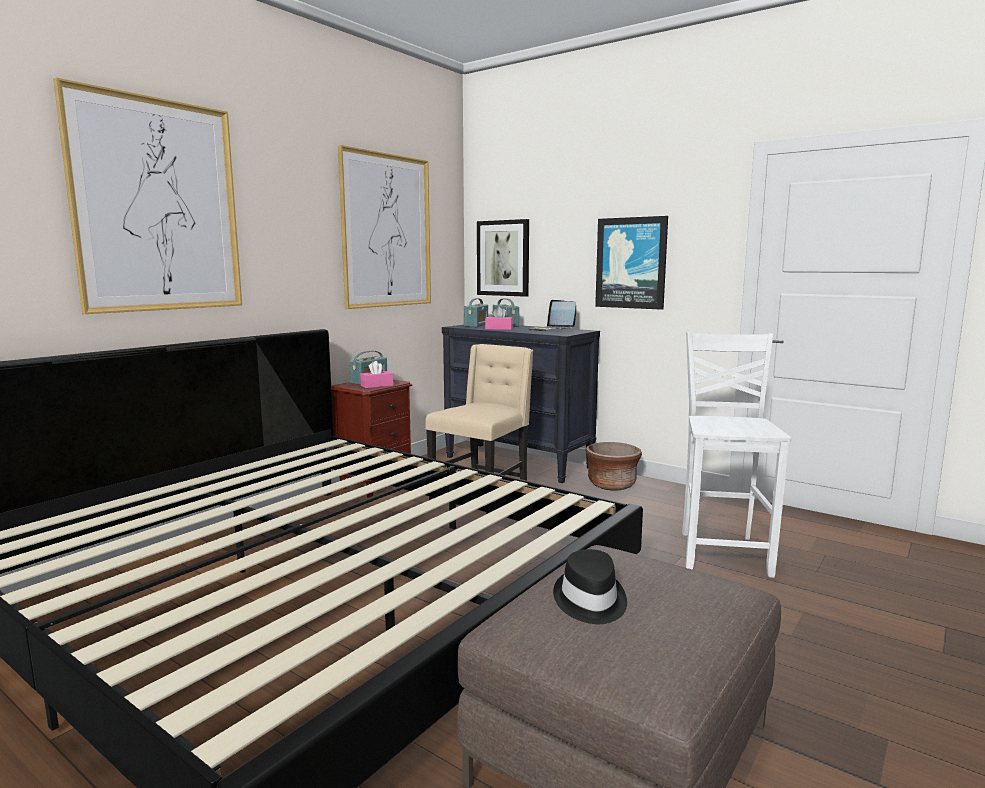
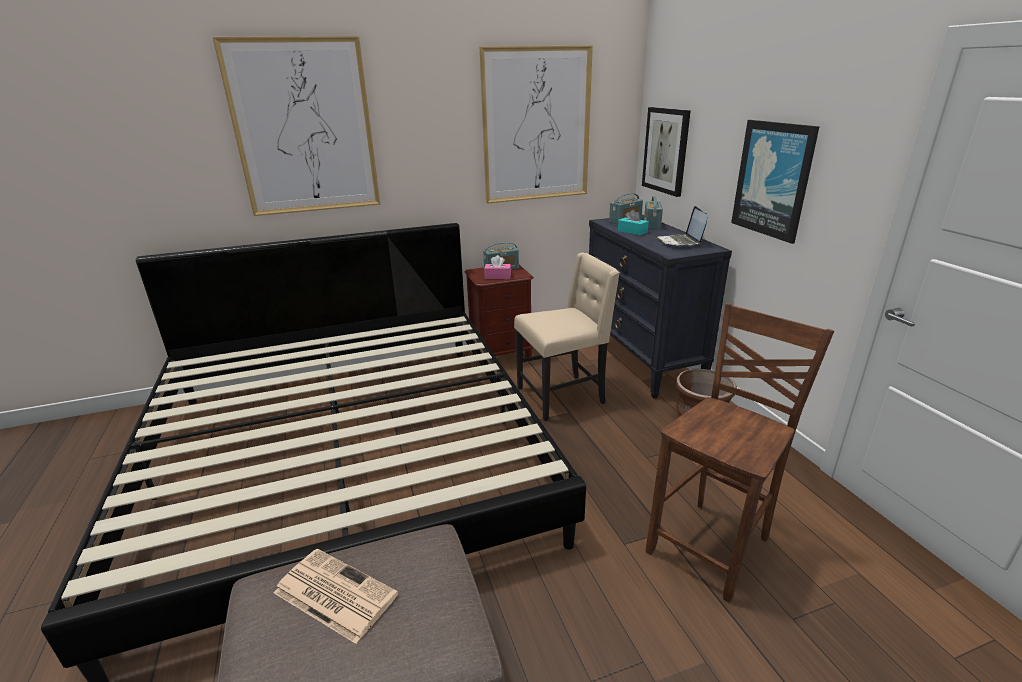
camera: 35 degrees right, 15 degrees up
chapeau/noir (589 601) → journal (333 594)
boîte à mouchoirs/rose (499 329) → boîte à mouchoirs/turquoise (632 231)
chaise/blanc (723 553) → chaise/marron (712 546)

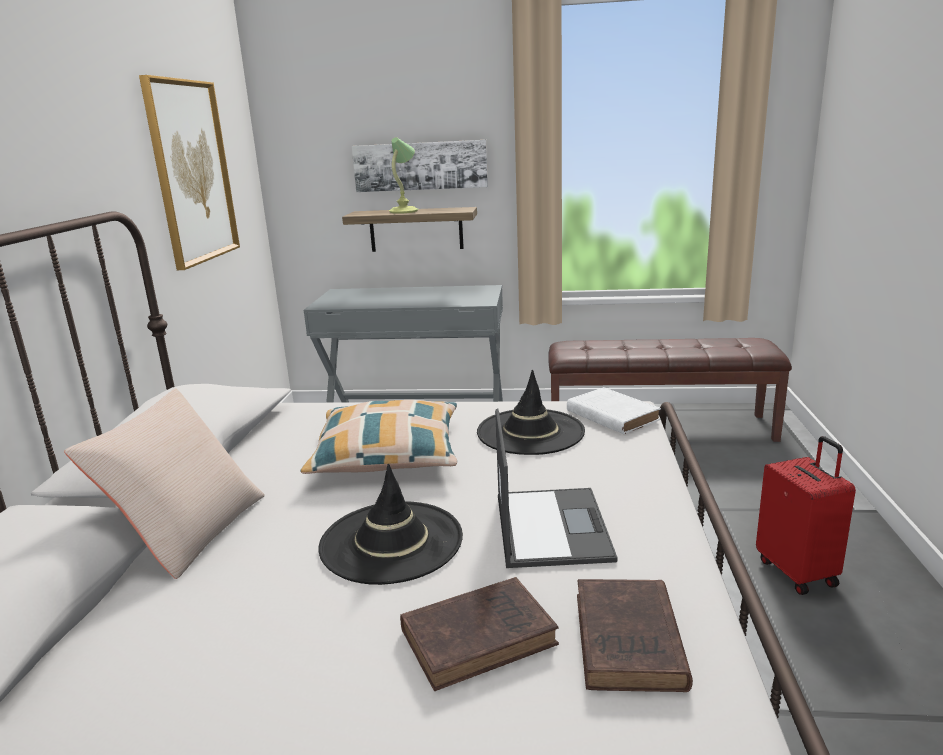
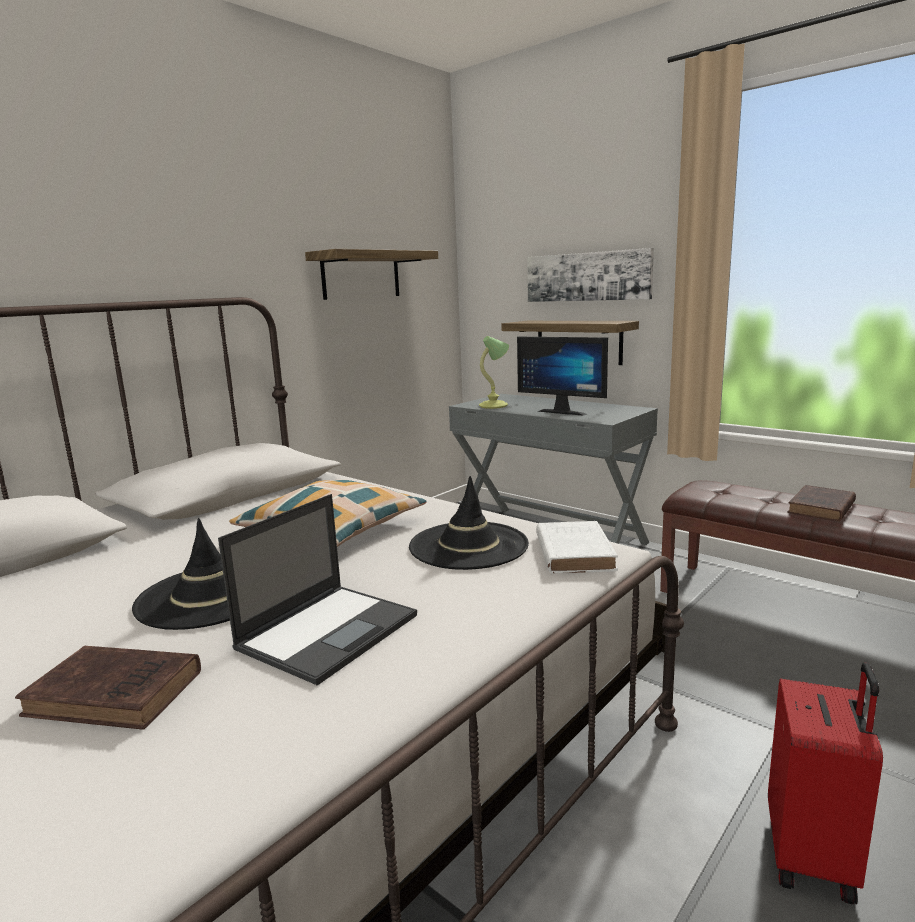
camera: 35 degrees right, 5 degrees down
tableau (192 172) → étagère (361 275)
lampe de table (404 211) → lampe de table (494 406), relocated
- → écran d'ordinateur (564 411)
livre/marron (629 643) → livre/marron (820 508), relocated
coussin/beige (187 529) → -

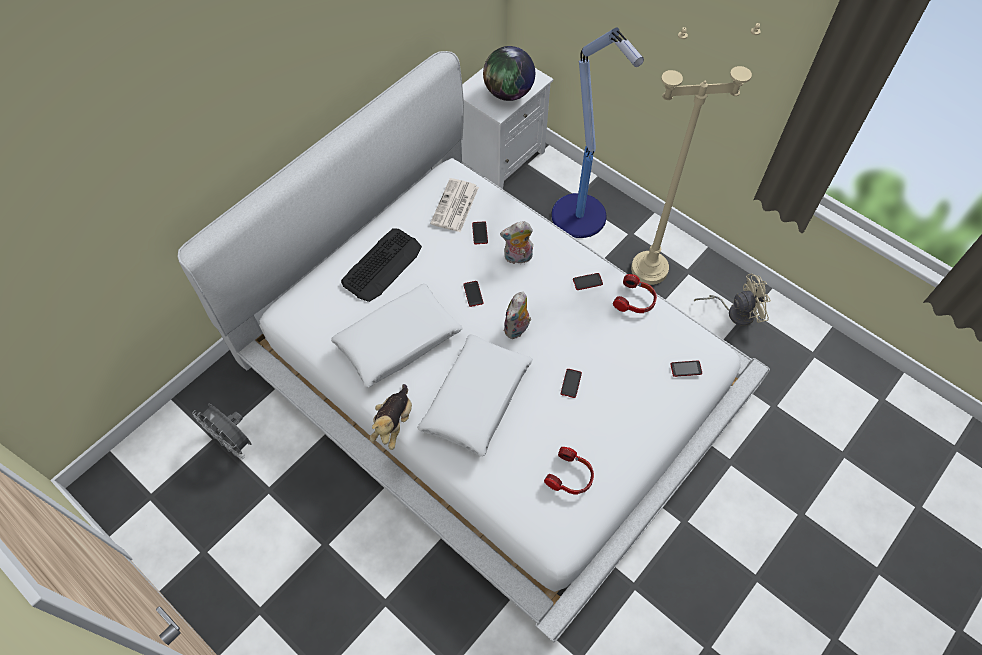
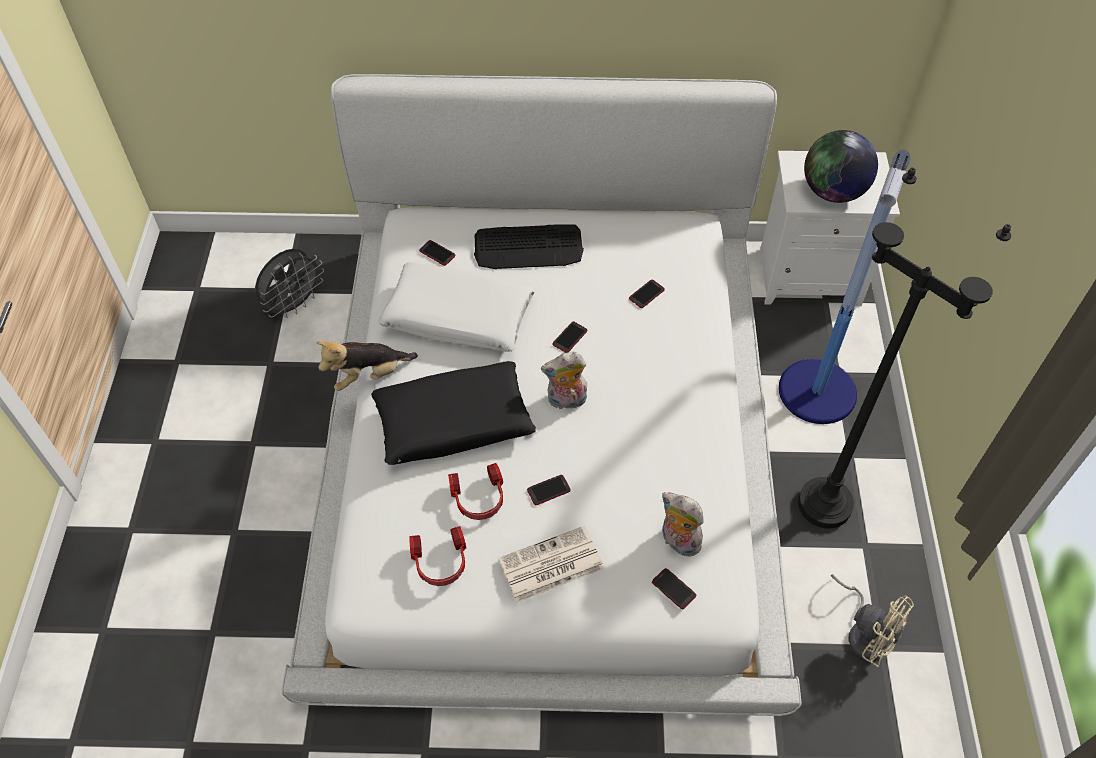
camera: 50 degrees right, 5 degrees down
ventilateur/gris (234 441) → ventilateur/gris (294 305), 135 degrees counterclockwise
coussin/blanc (476 399) → coussin/noir (453 422)
téléphone (587 282) → téléphone (437 253), relocated
casque audio (635 300) → casque audio (479 499), relocated
journal (455 206) → journal (550 565), relocated
peluche (517 258) → peluche (677 541), relocated
lampadaire/beige (649 269) → lampadaire/noir (824 504)

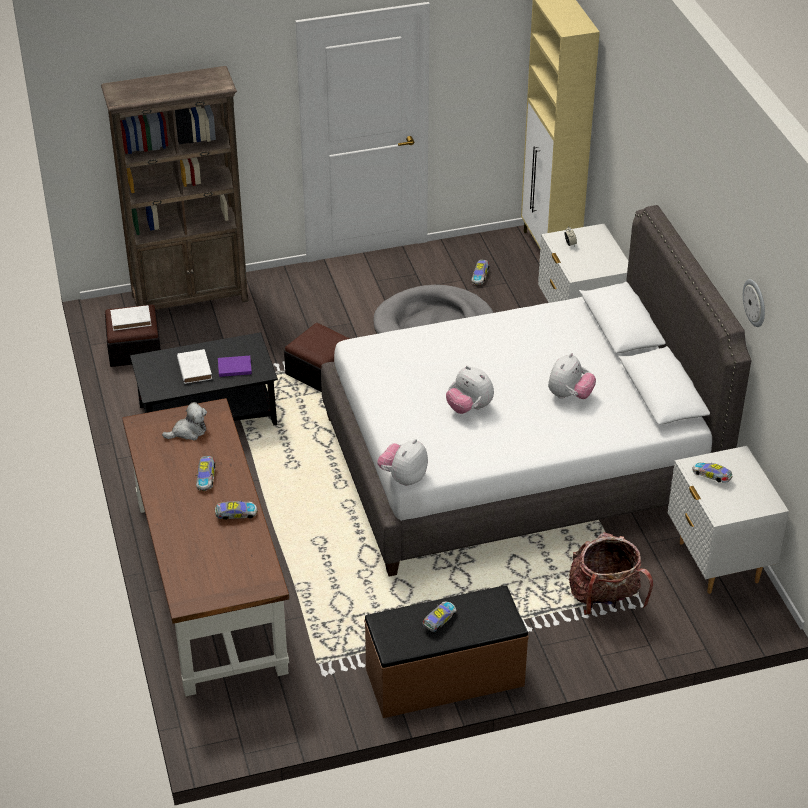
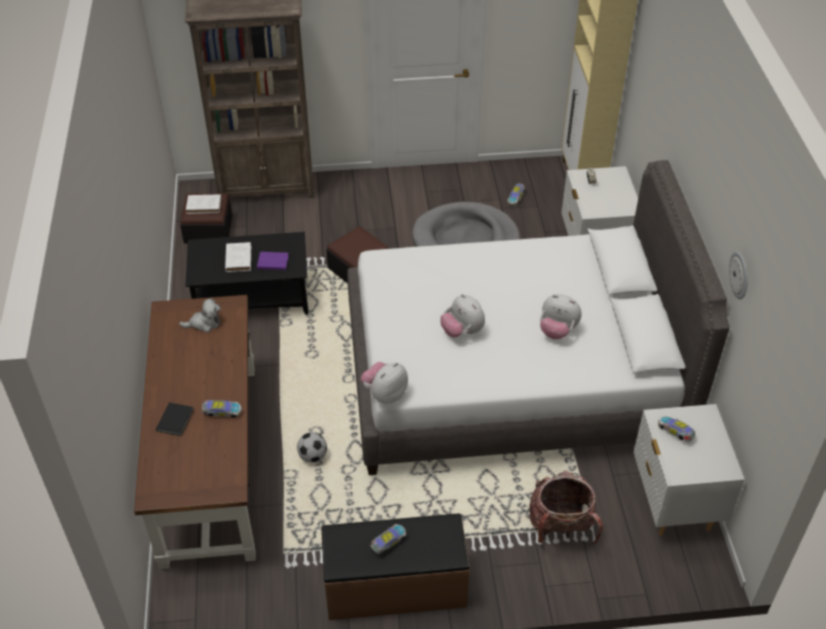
camera: 10 degrees right, 5 degrees up
- → livre/noir (176 419)
- → ballon de foot (313 456)
peluche (569 395) → peluche (557 330), 75 degrees clockwise
petite voiture (206 478) → -

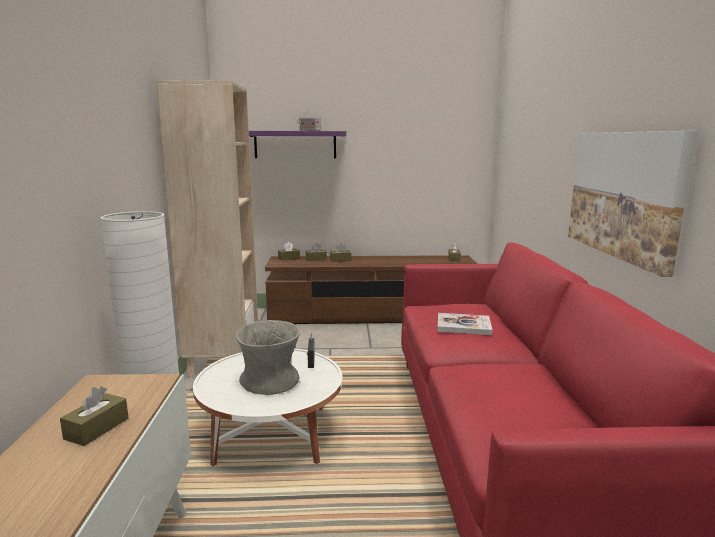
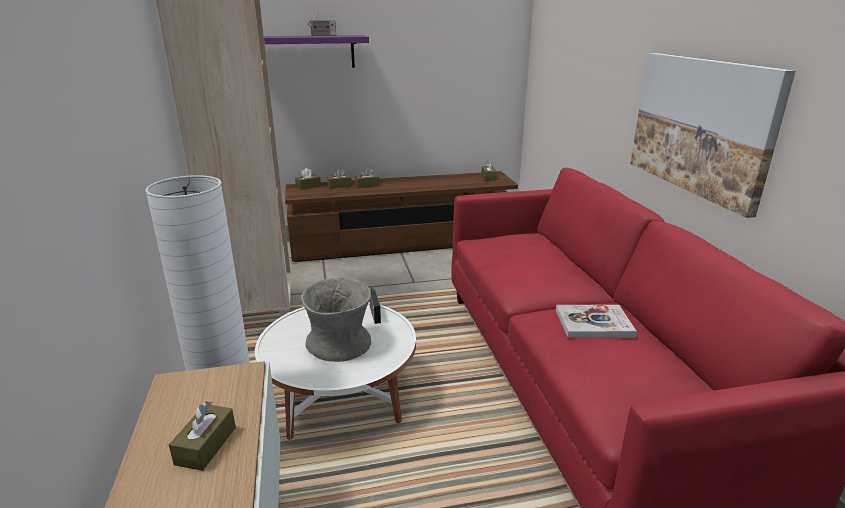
camera: 10 degrees left, 10 degrees up
livre (463 326) → livre (593 323), relocated

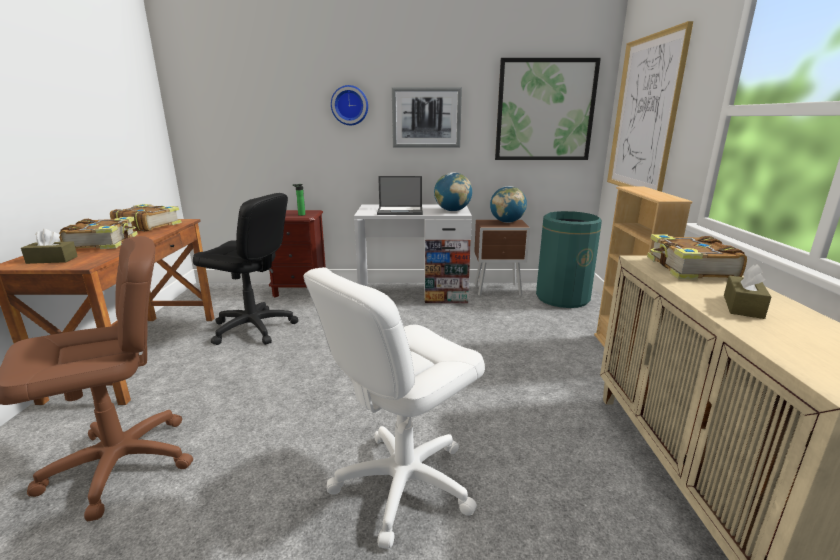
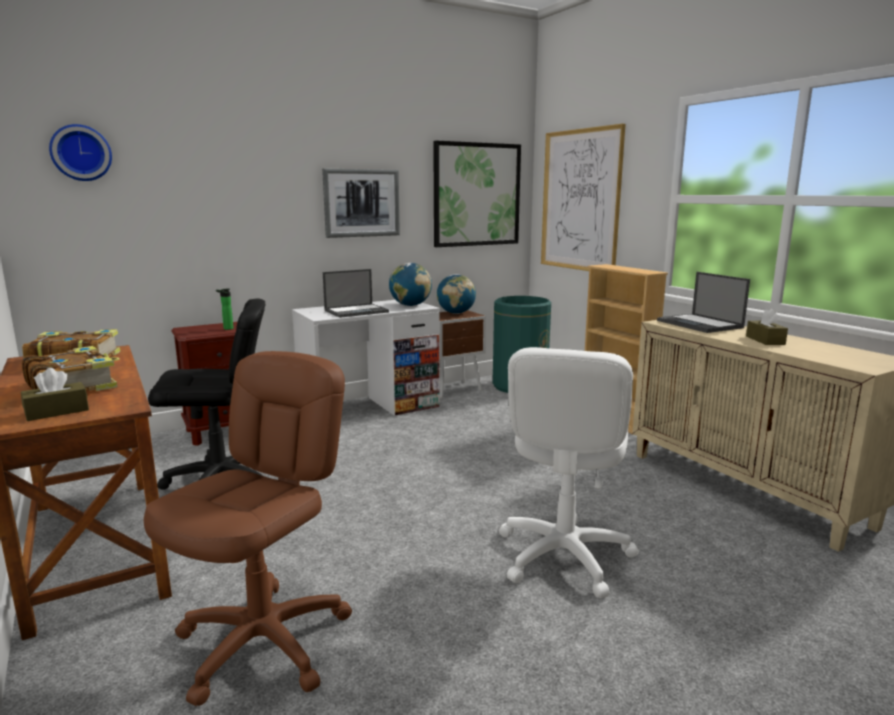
camera: 30 degrees left, 5 degrees down
horloge murale (350 105) → horloge murale (81 153), relocated
livre (689 269) → ordinateur portable (700 324)

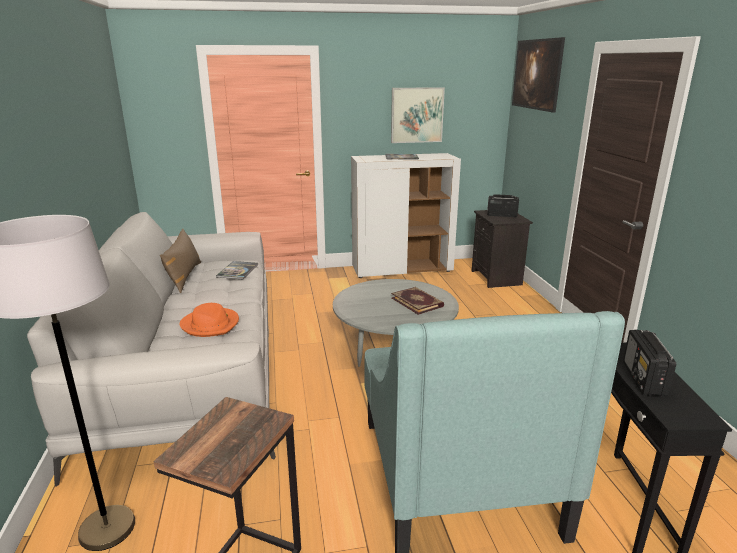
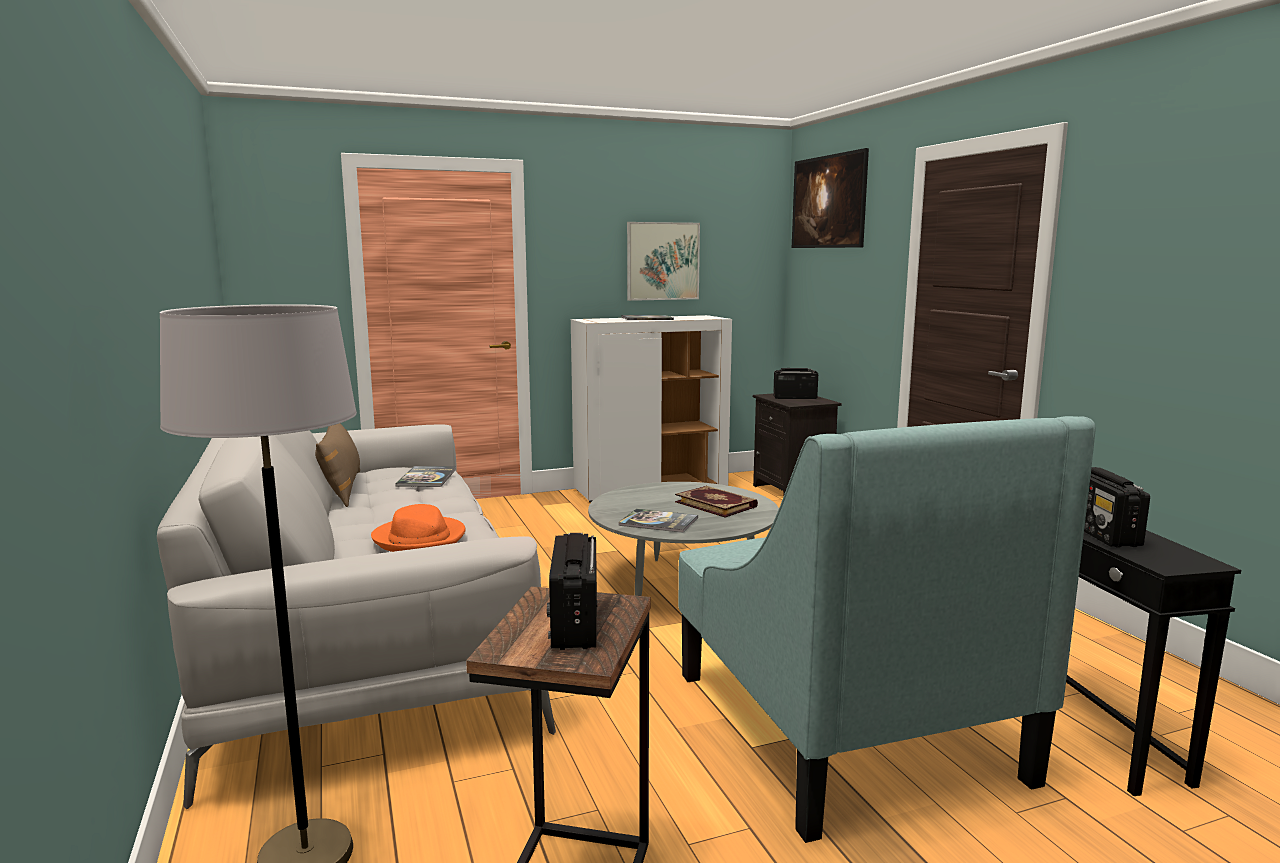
camera: 10 degrees left, 10 degrees down
- → radio (575 624)
- → livre (658 522)

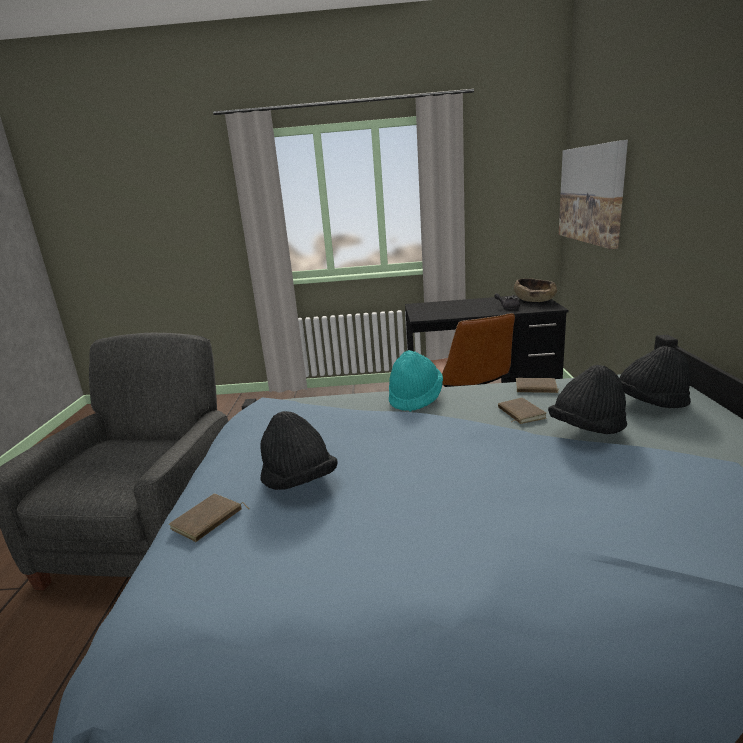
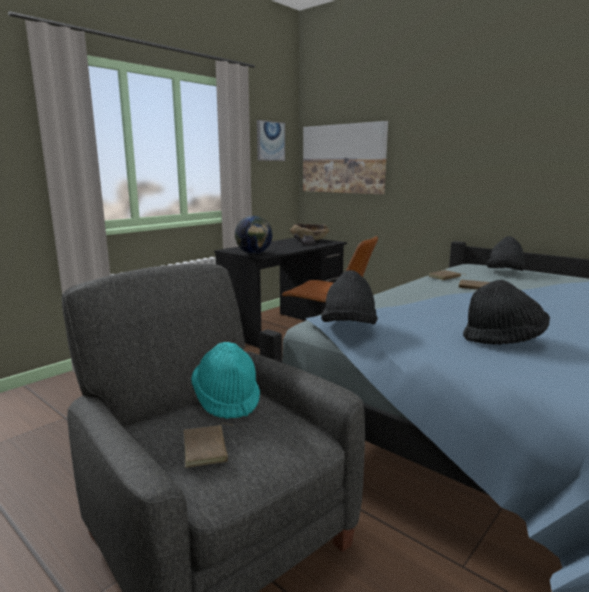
camera: 50 degrees left, 5 degrees down
livre/marron (208 521) → livre/marron (207 448), relocated
chapeau/turquoise (415 398) → chapeau/turquoise (227 400), relocated
- → globe (254 253)
- → tableau (270 141)
chapeau/noir (587 429) → chapeau/noir (348 328), relocated

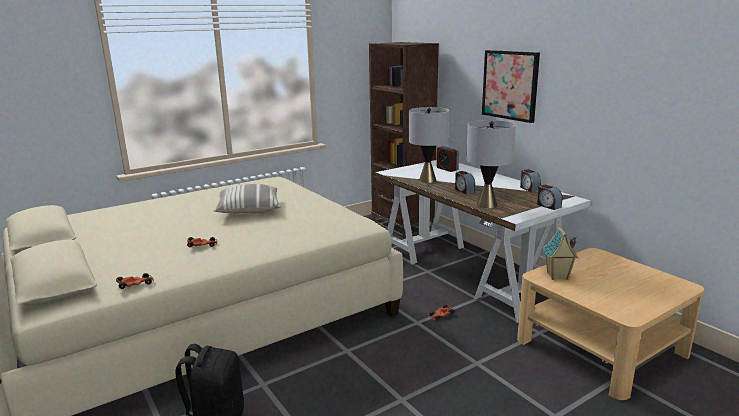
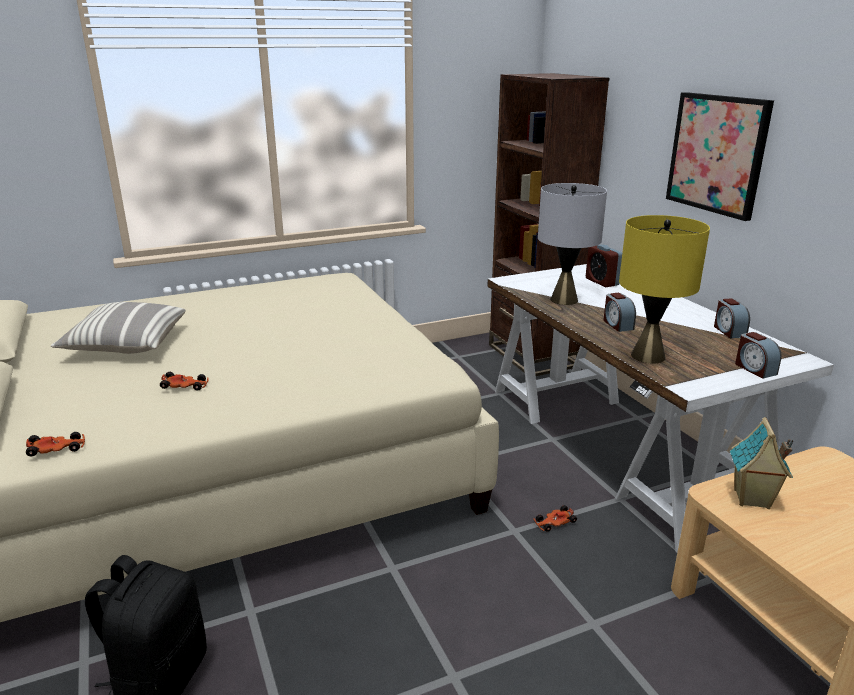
camera: 10 degrees right, 5 degrees up
coussin (248 210) → coussin (126 345), relocated
lampe de table/gris (487 204) → lampe de table/jaune (648 356)

